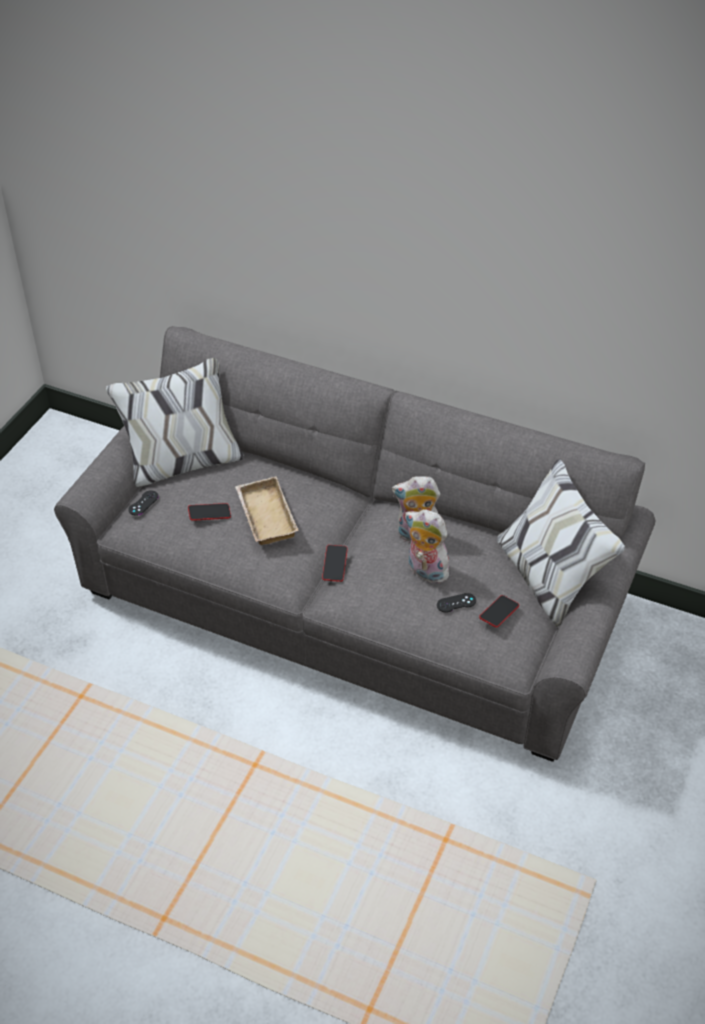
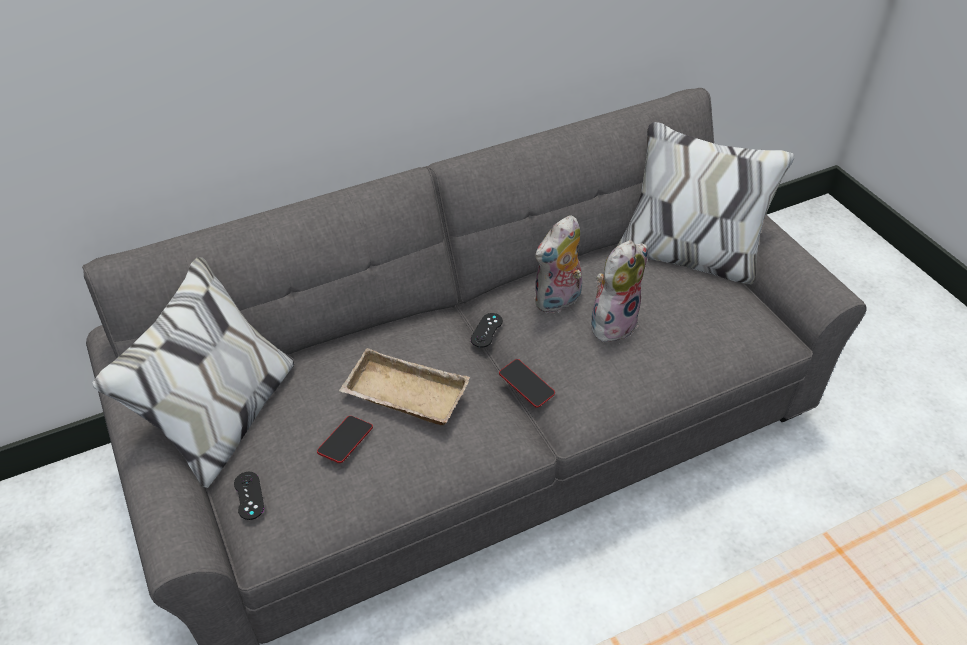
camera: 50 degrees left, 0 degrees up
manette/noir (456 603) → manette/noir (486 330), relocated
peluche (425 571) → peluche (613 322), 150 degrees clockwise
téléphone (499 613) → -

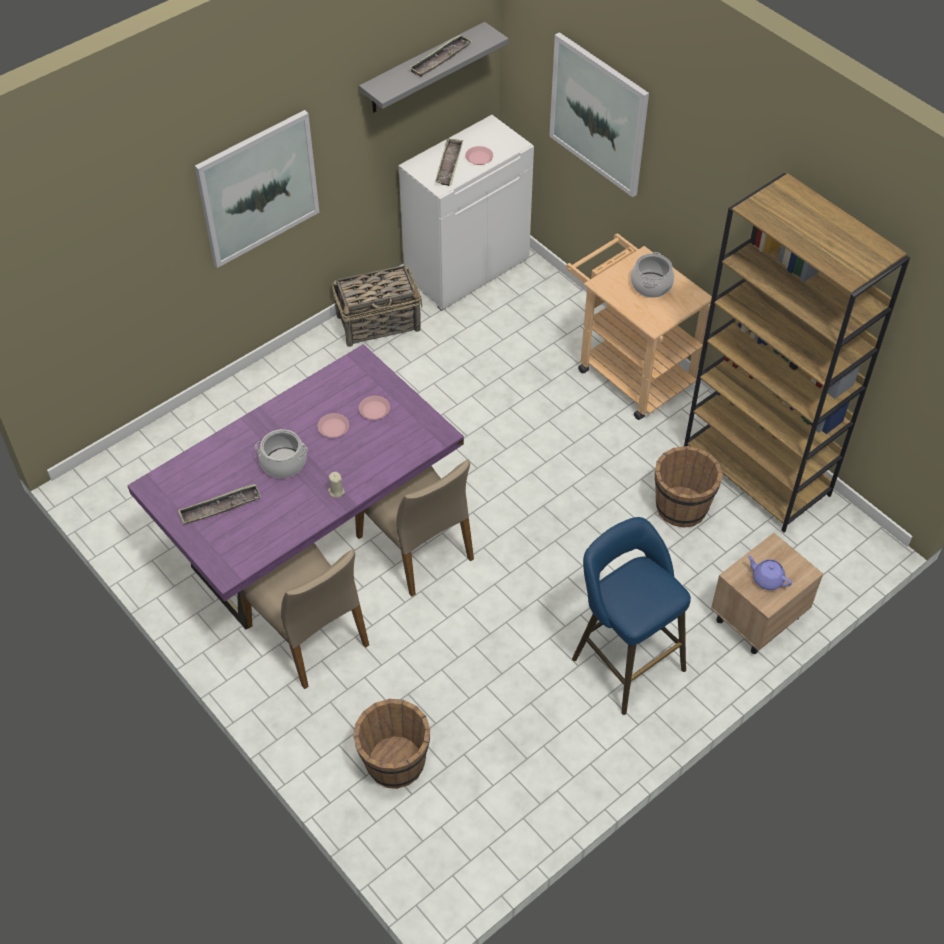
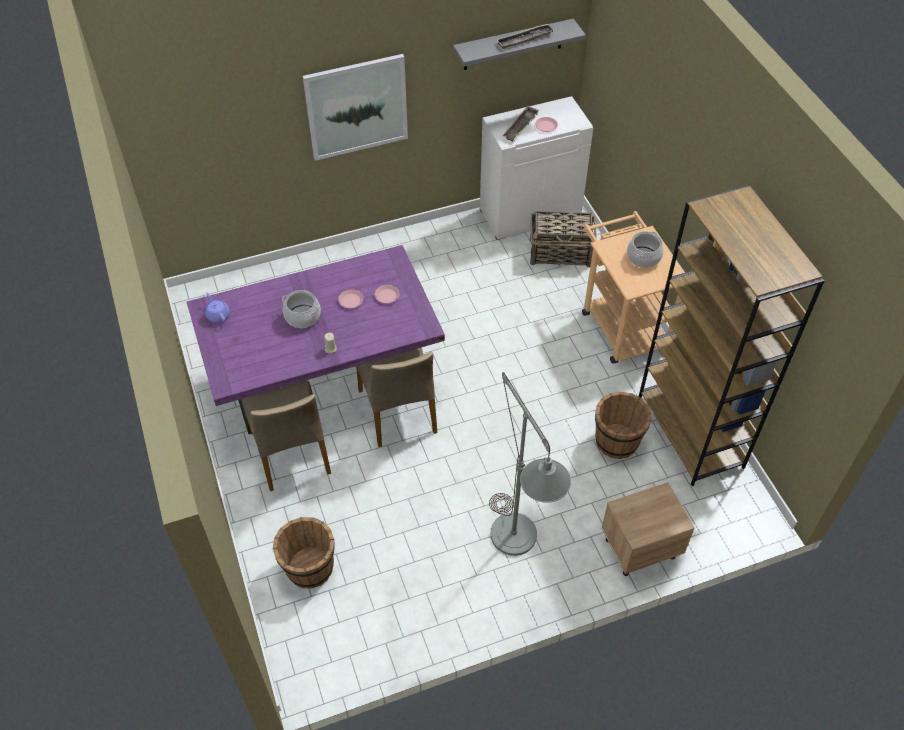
camera: 20 degrees right, 0 degrees up
théière/violet (767 579) → théière/violet (218 315), relocated
tabouret/bleu (624 660) → lampadaire/gris (518 546)
panier (379 323) → panier (561 253), relocated
plateau (220 507) → -
tableau (598 114) → -

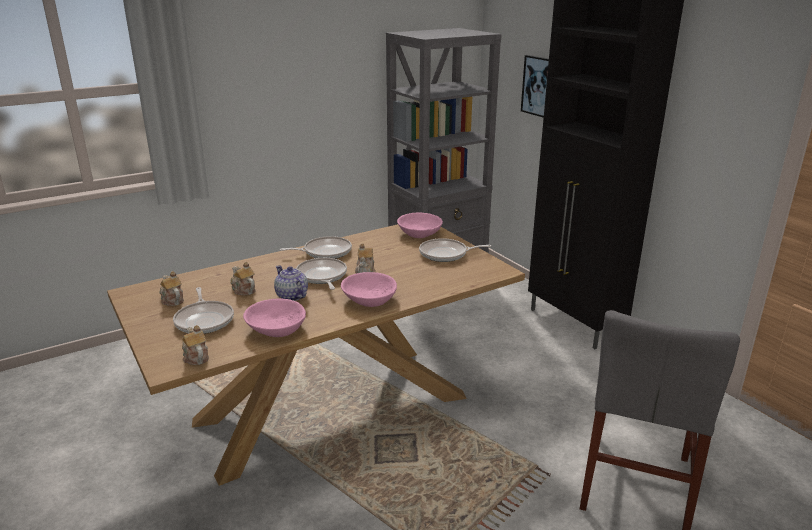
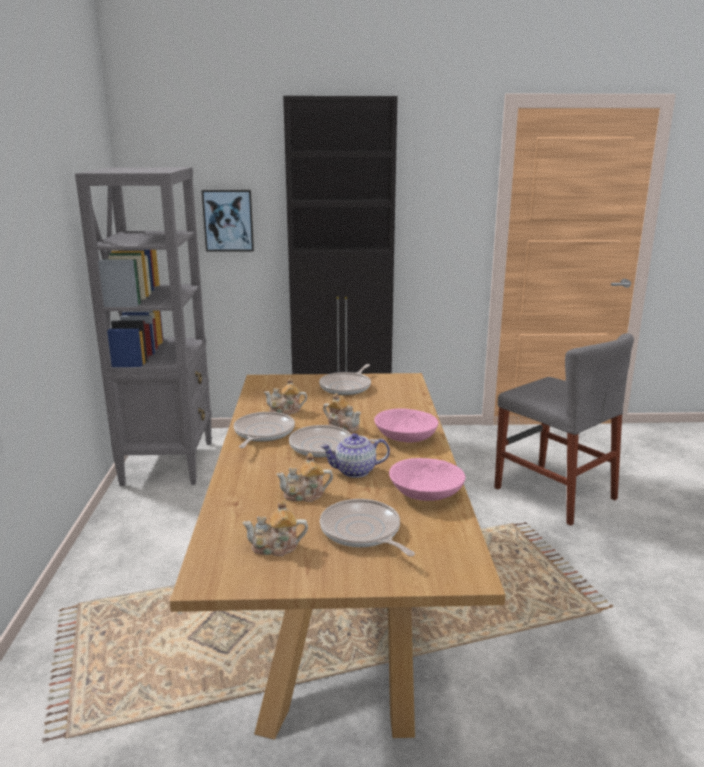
camera: 60 degrees left, 5 degrees down
théière (195 357) → théière (285 410), relocated
poêle (204 320) → poêle (362 532), 135 degrees counterclockwise
bol/rose (419 233) → -

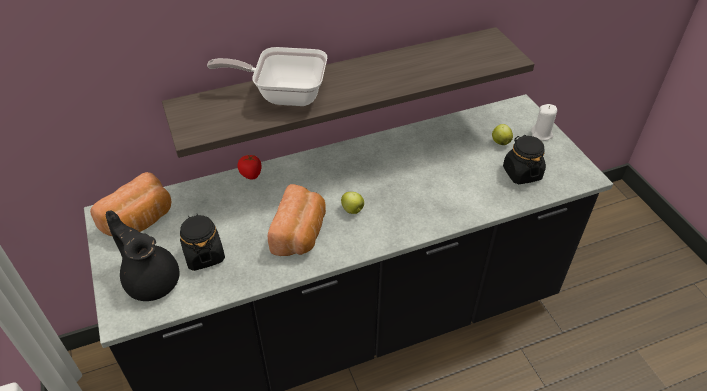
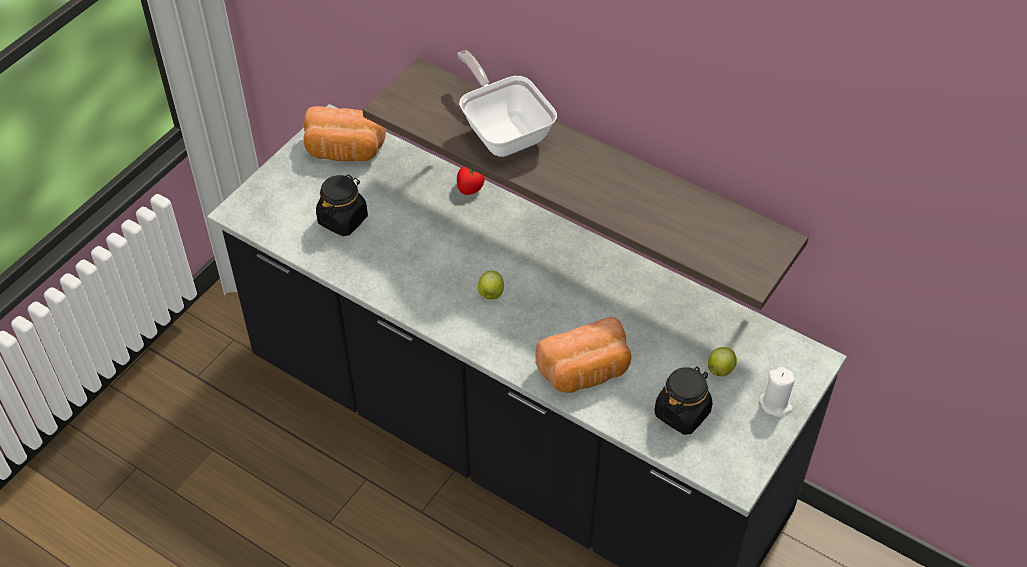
camera: 55 degrees right, 5 degrees up
pain (300 233) → pain (585 372), relocated
théière/noir (151 280) → -

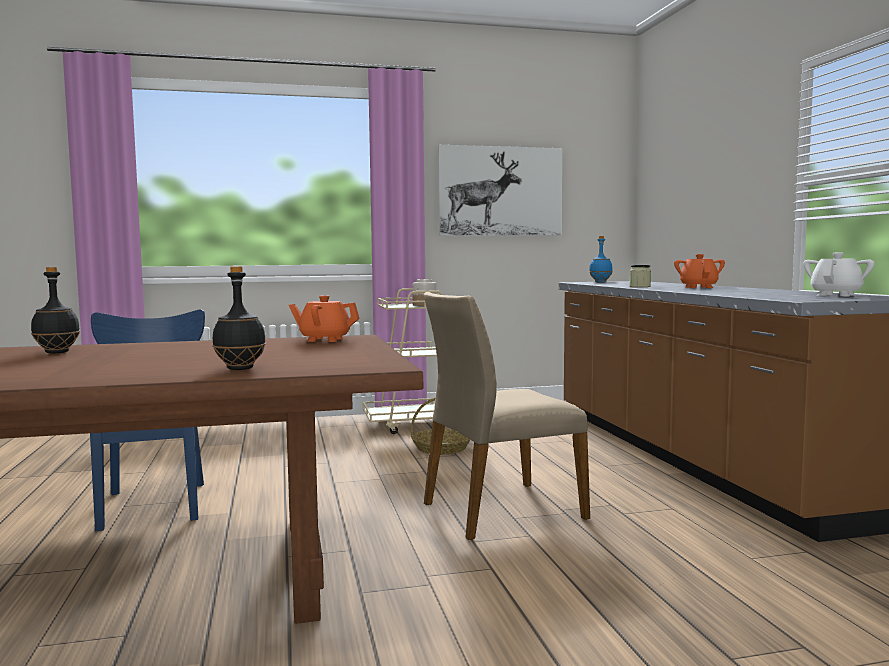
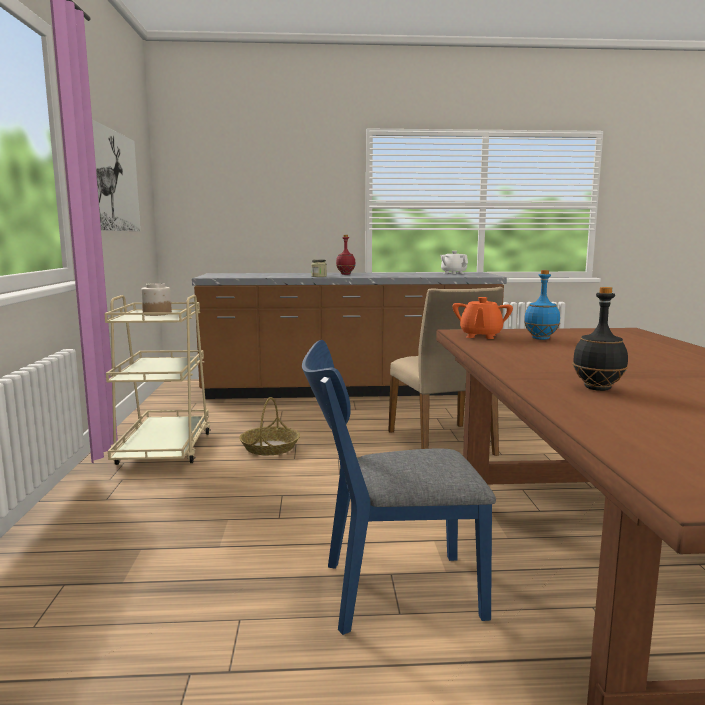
camera: 80 degrees left, 5 degrees up
théière/orange (698 287) → bouteille/rouge (346 274)
bouteille/bleu (600 282) → bouteille/bleu (540 338), relocated
bouteille/noir (240 368) → -

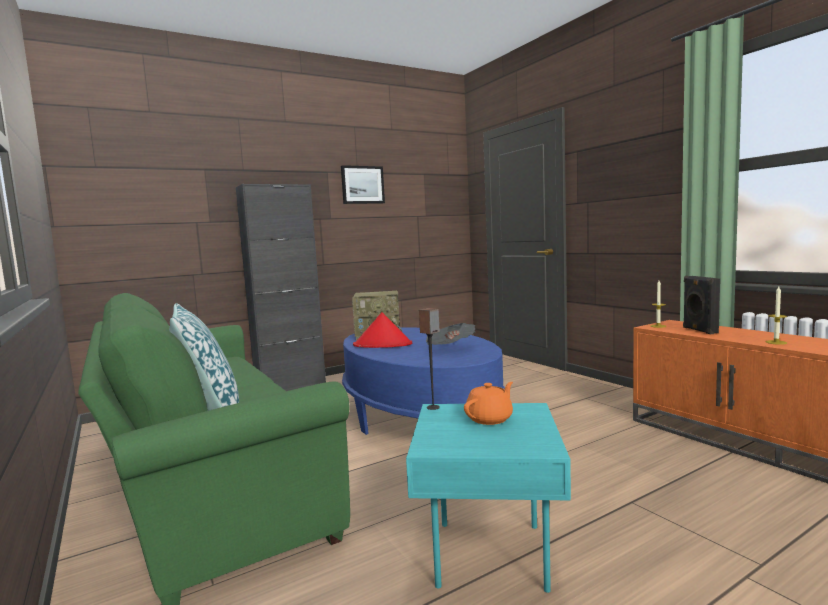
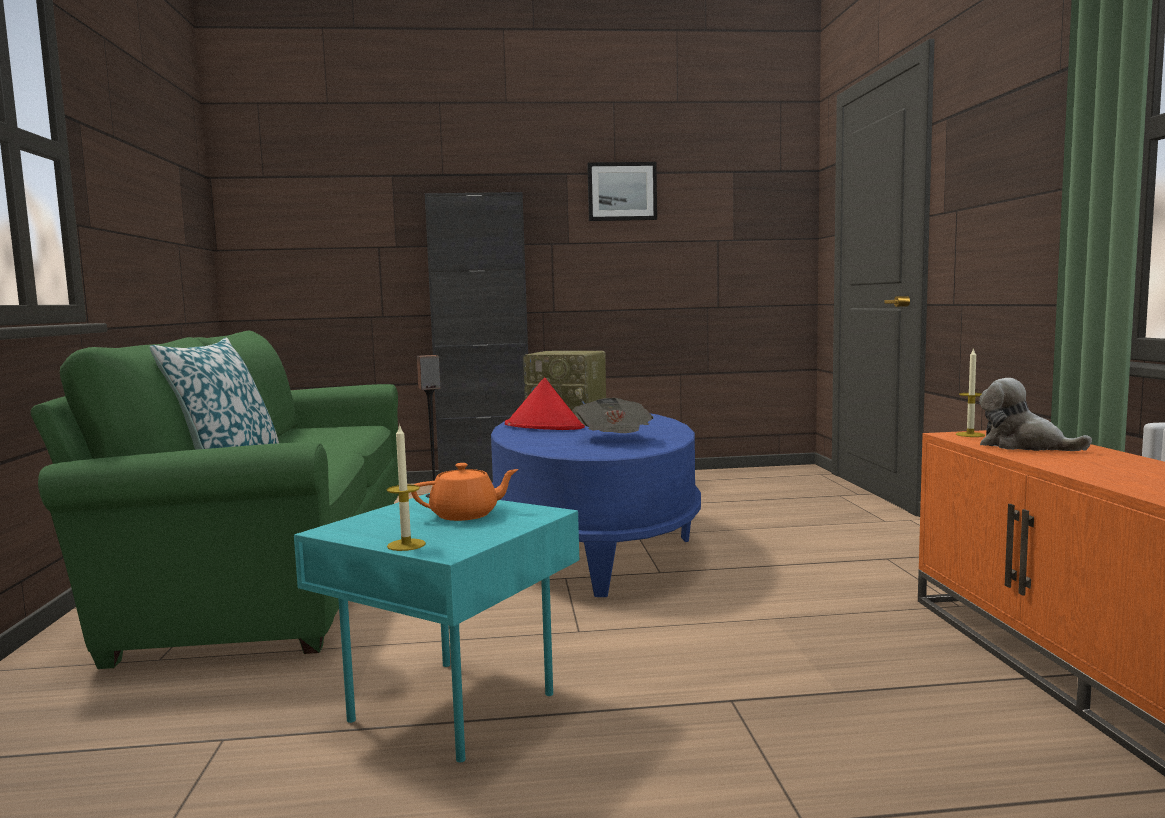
camera: 25 degrees right, 0 degrees up
bougie (776 342) → bougie (406 545), relocated
enceinte/noir (699 330) → peluche (1024 446)

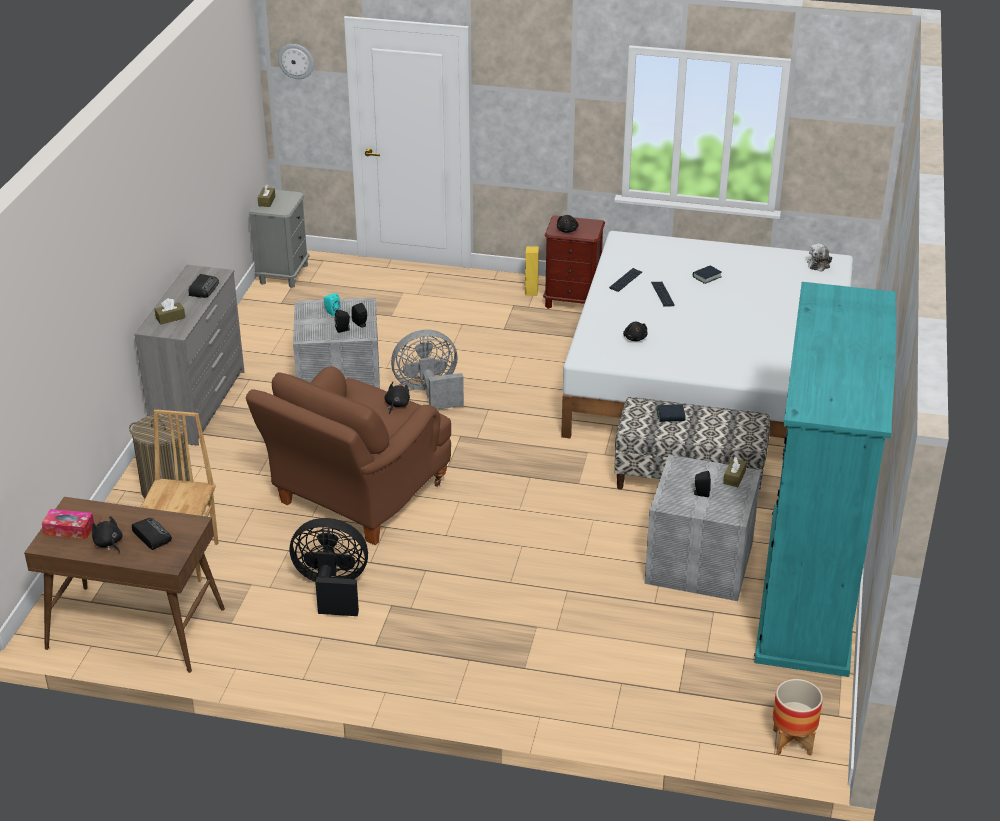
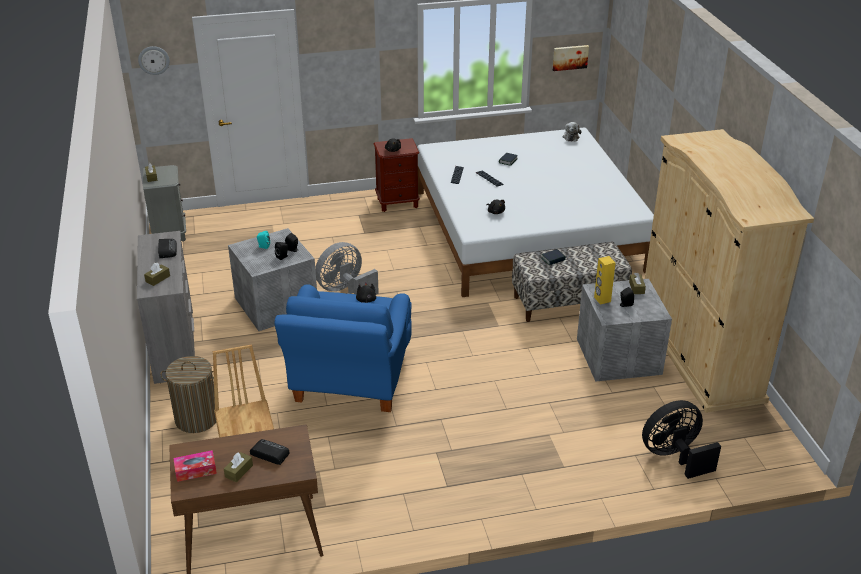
camera: 25 degrees left, 0 degrees up
peluche/noir (108 543) → boîte à mouchoirs/marron (239 471)
fauteuil/marron (356 498) → fauteuil/bleu (350 381)
- → tableau (570 57)
enceinte/jaune (531 292) → enceinte/jaune (602 299), relocated
ventilateur/noir (332 589) → ventilateur/noir (674 456), relocated
armoire/turquoise (809 589) → armoire/beige (698 352)
cache-pot (792 742) → -

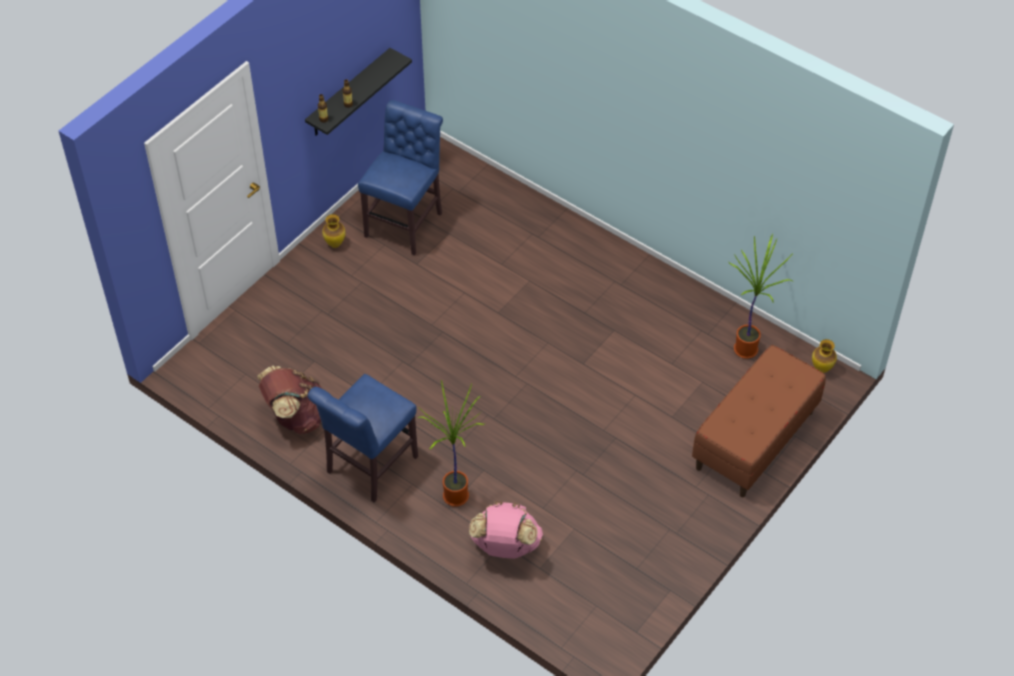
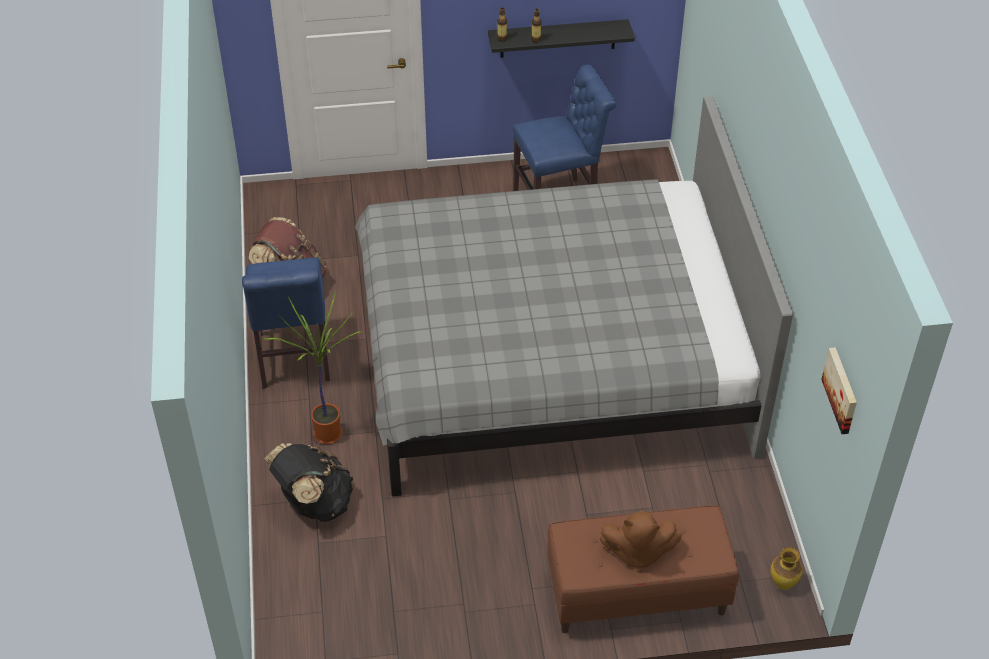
camera: 45 degrees right, 5 degrees down
chaise/bleu (368 467) → chaise/bleu (294 361), 90 degrees counterclockwise
sac à dos/rose (505 546) → sac à dos/noir (314 503)
- → lit/gris (551 358)
- → peluche/marron (637 553)
- → tableau (842 390)
vase (335 244) → -
plante en pot (746 349) → -

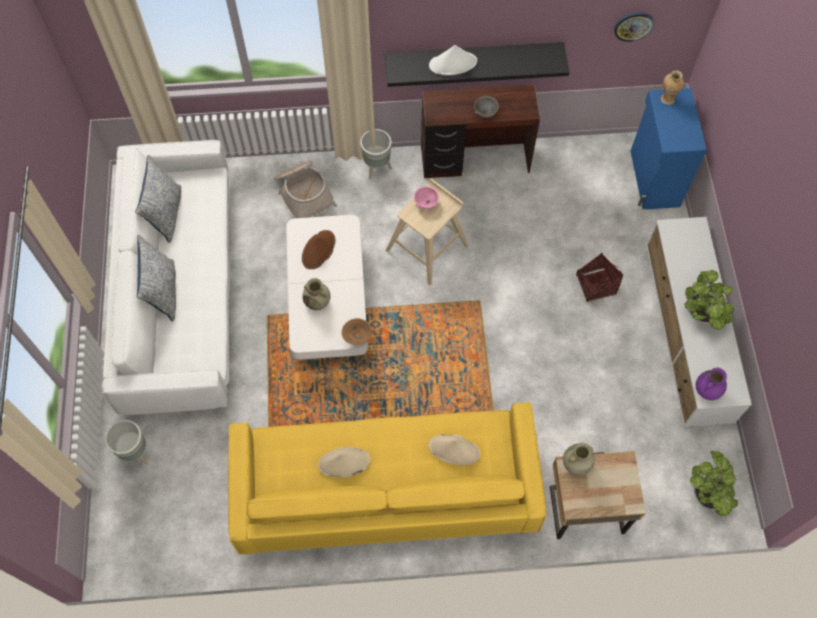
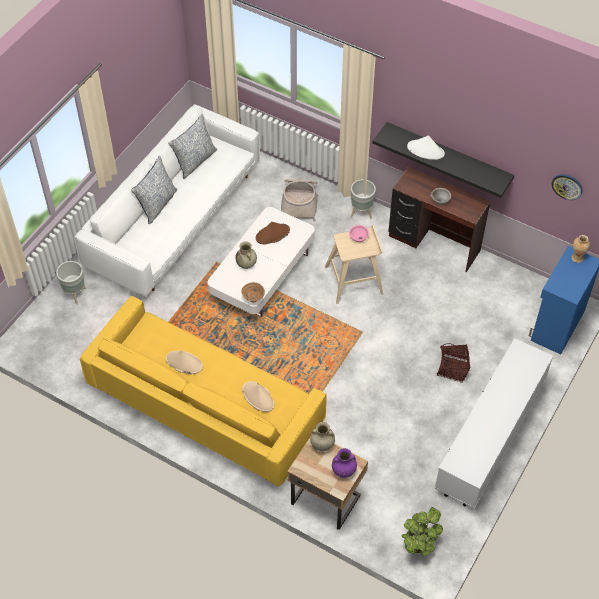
camera: 35 degrees right, 10 degrees down
vase/violet (706 390) → vase/violet (343 471), relocated
plante en pot (702 316) → -

